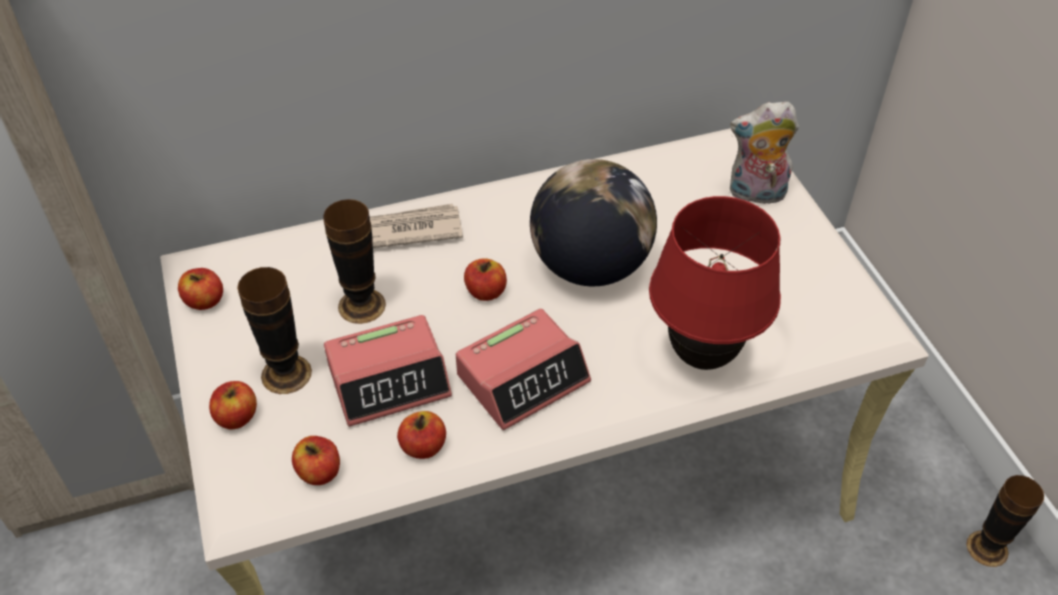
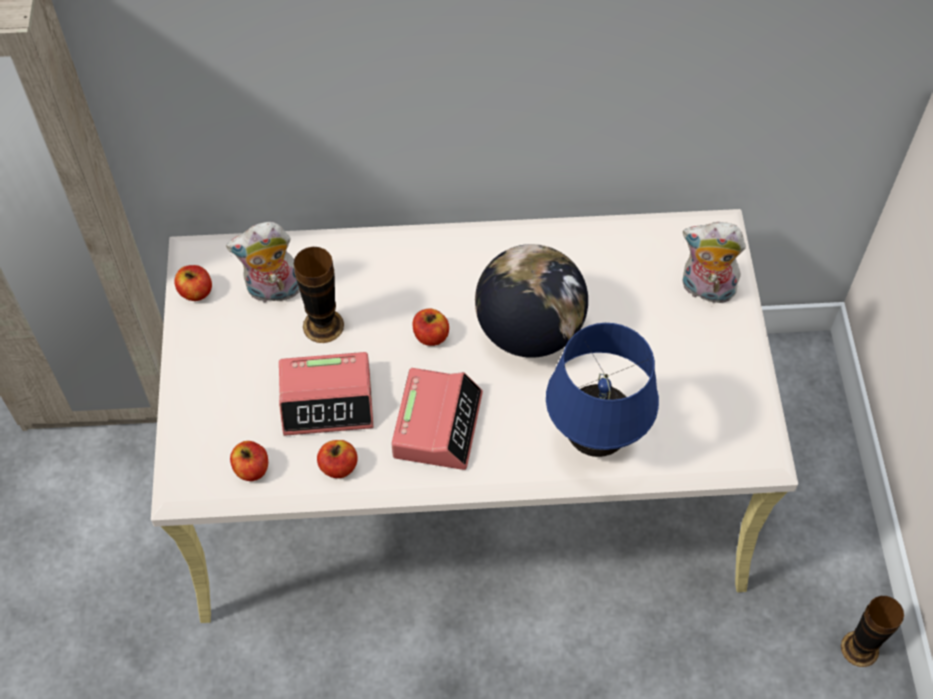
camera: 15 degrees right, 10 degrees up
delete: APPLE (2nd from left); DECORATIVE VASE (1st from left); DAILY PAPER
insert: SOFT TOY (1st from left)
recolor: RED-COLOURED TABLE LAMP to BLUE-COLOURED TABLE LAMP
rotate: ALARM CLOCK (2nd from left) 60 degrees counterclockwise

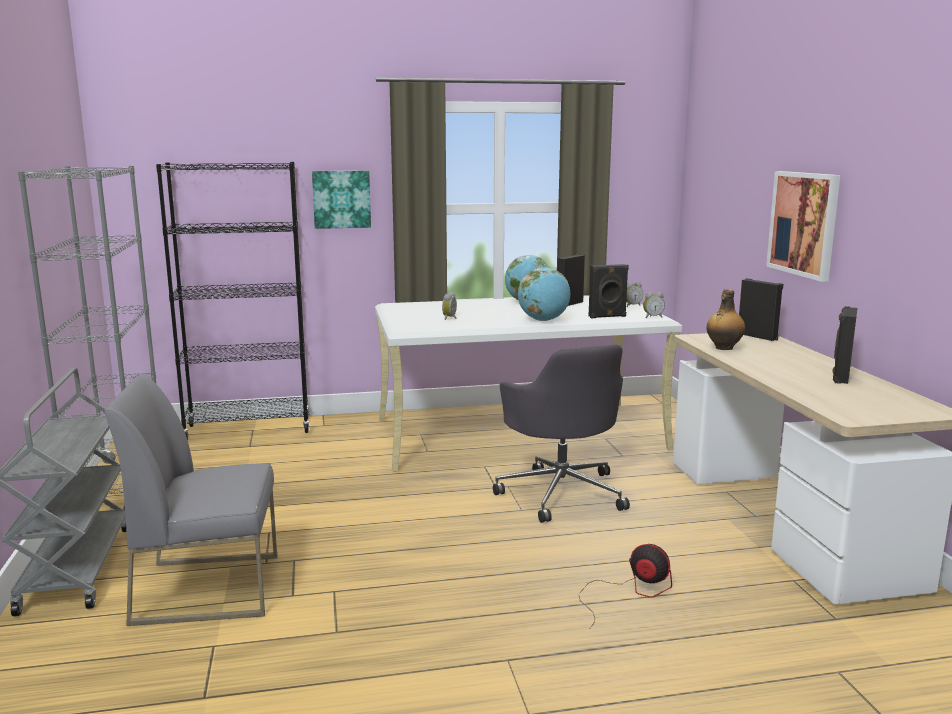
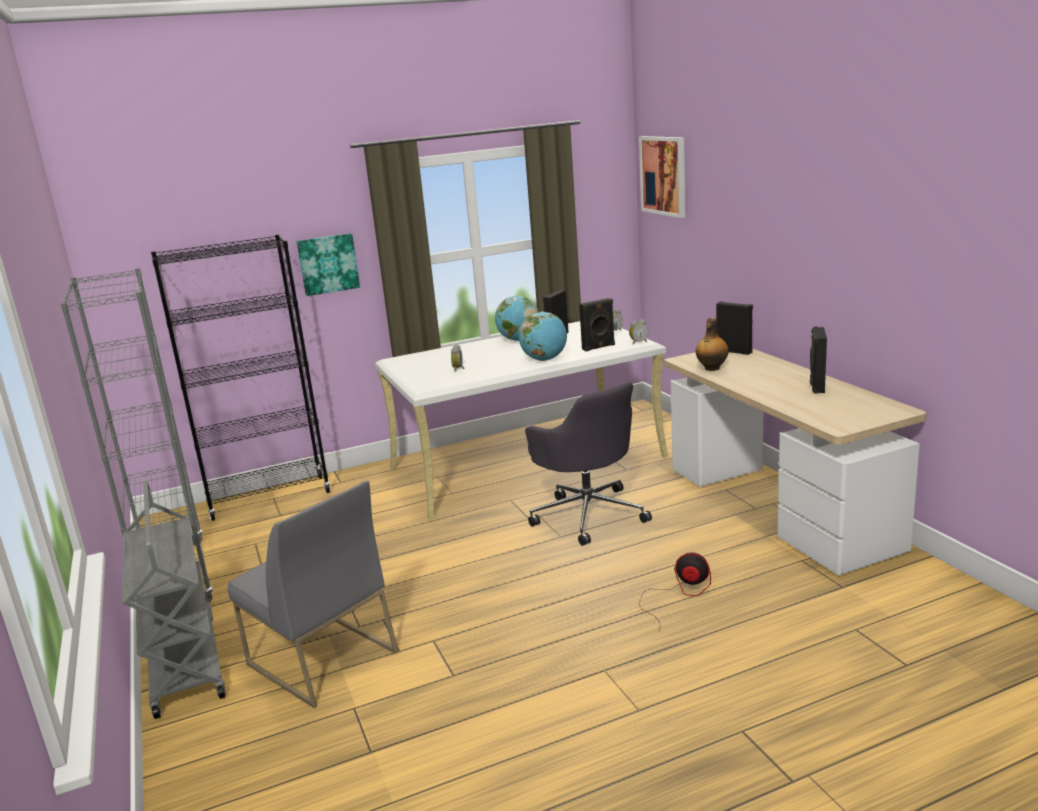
camera: 10 degrees left, 5 degrees up
move: PICTURE (2nd from left)
rotate: GREY UPRIGHT CHAIR 120 degrees counterclockwise

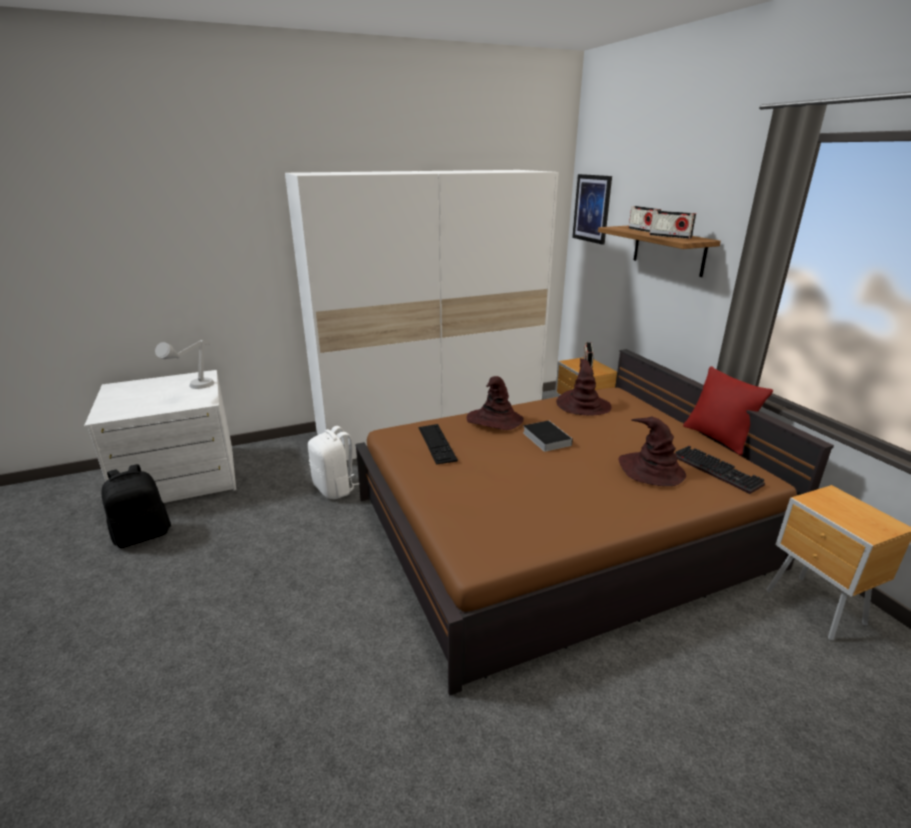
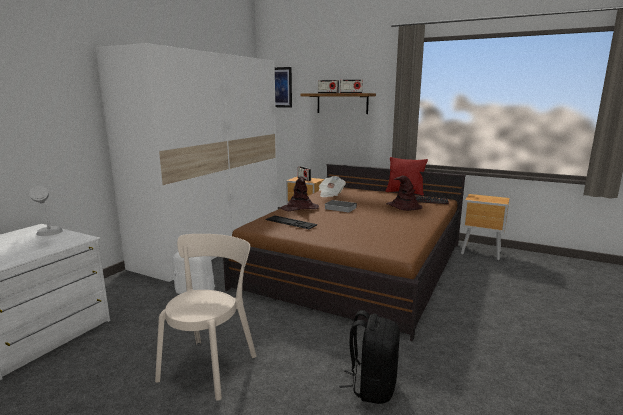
camera: 40 degrees left, 10 degrees down
insert: SAND-COLOURED UPRIGHT CHAIR
move: BLACK BACKPACK
replace: BROWN-COLOURED CLOTHING HAT (2nd from left) to DAILY PAPER

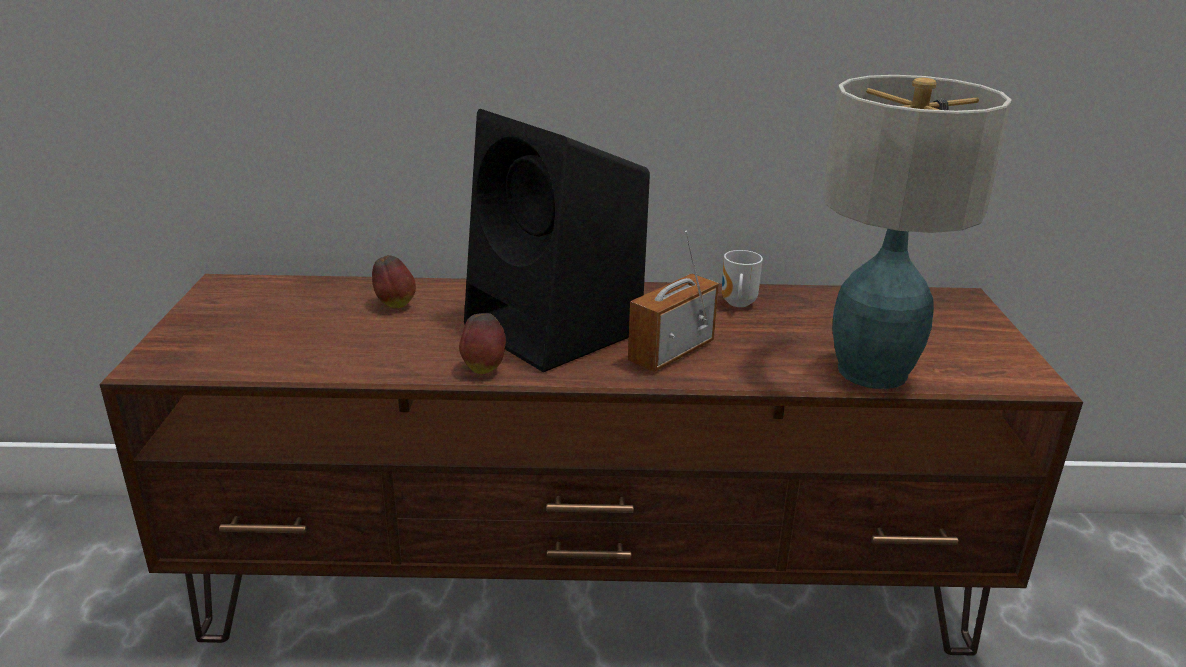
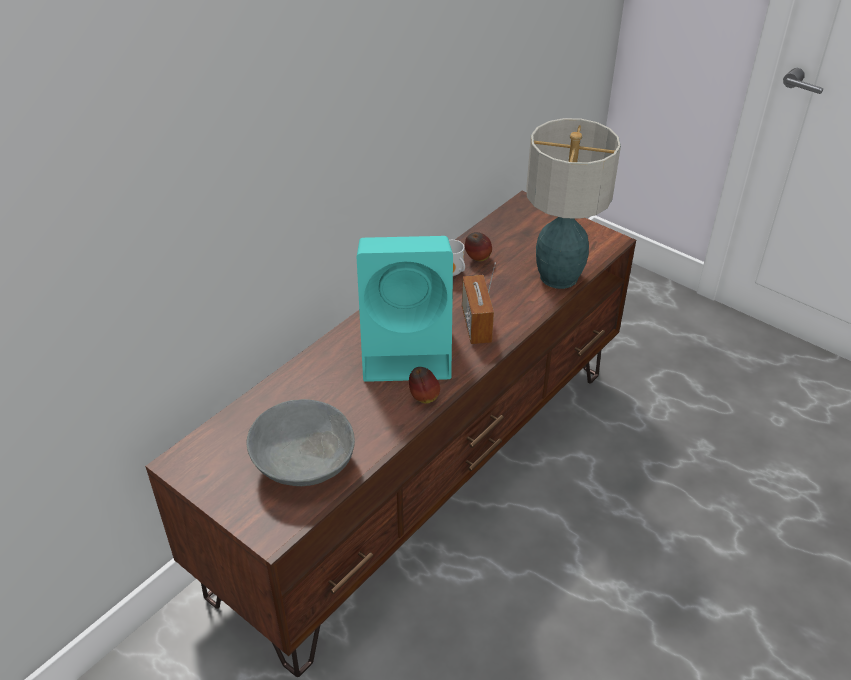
camera: 50 degrees left, 15 degrees up
insert: GREY BOWL
move: APPLE (1st from left in the first image) to APPLE (2nd from left)
recolor: BLACK AUDIO SPEAKER to TURQUOISE-COLOURED AUDIO SPEAKER

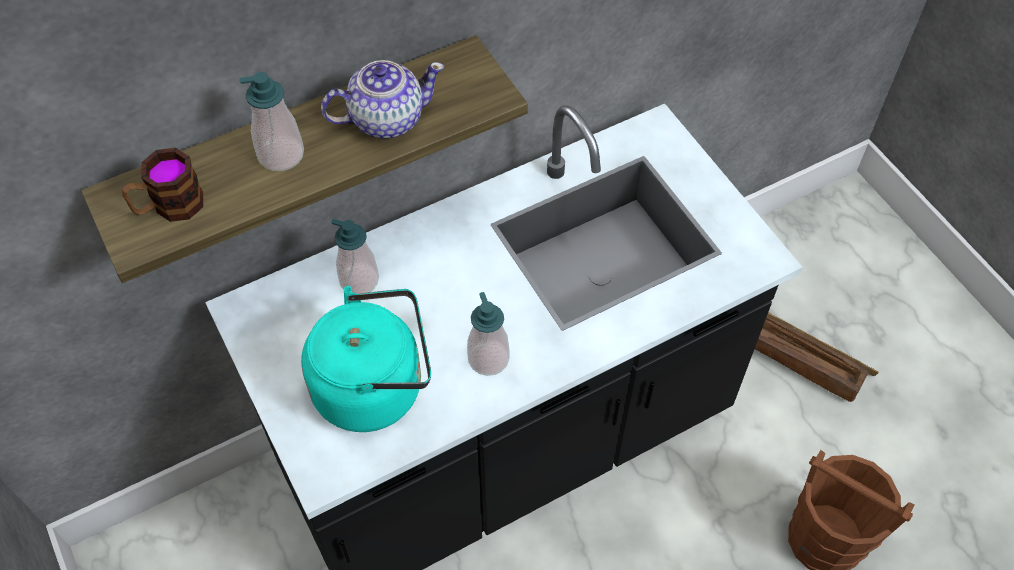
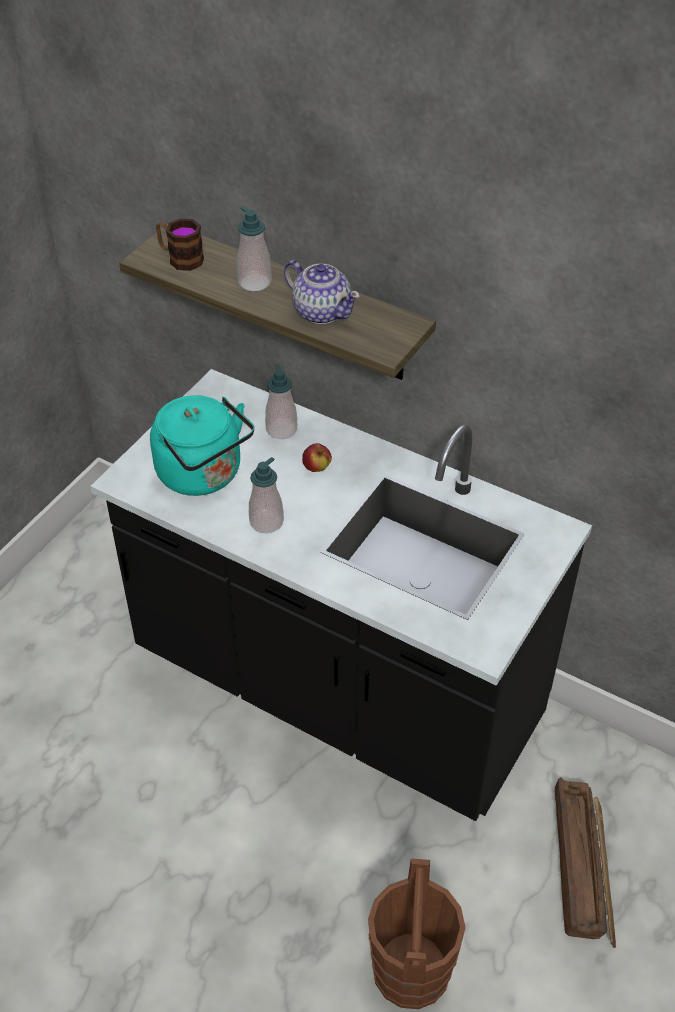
camera: 60 degrees right, 10 degrees down
insert: APPLE

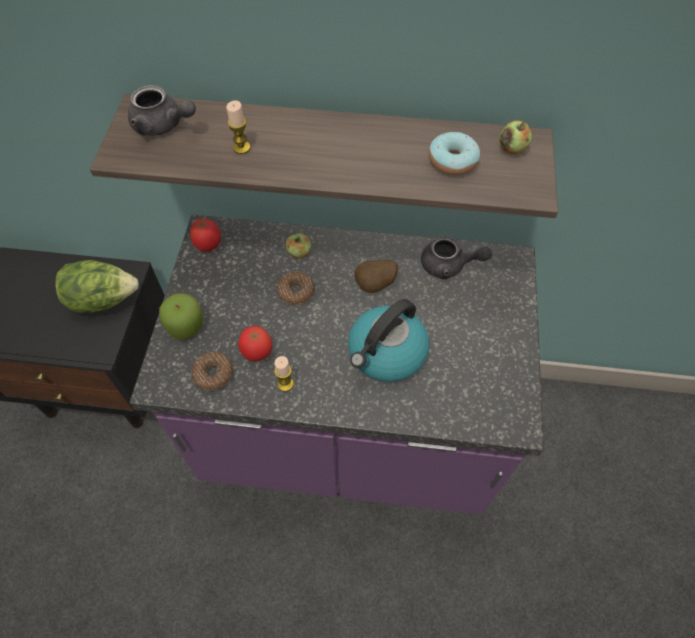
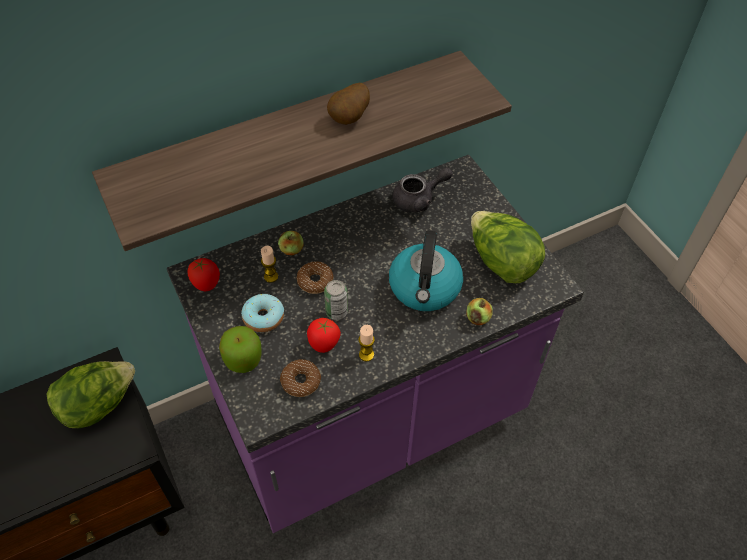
camera: 35 degrees left, 5 degrees down
delete: GREY TEA POT (1st from left)
insert: CAN; LETTUCE (2nd from left)
move: CANDLE (1st from left); SPUD; DONUT (3rd from left in the first image) to DONUT (1st from left); APPLE (3rd from left)

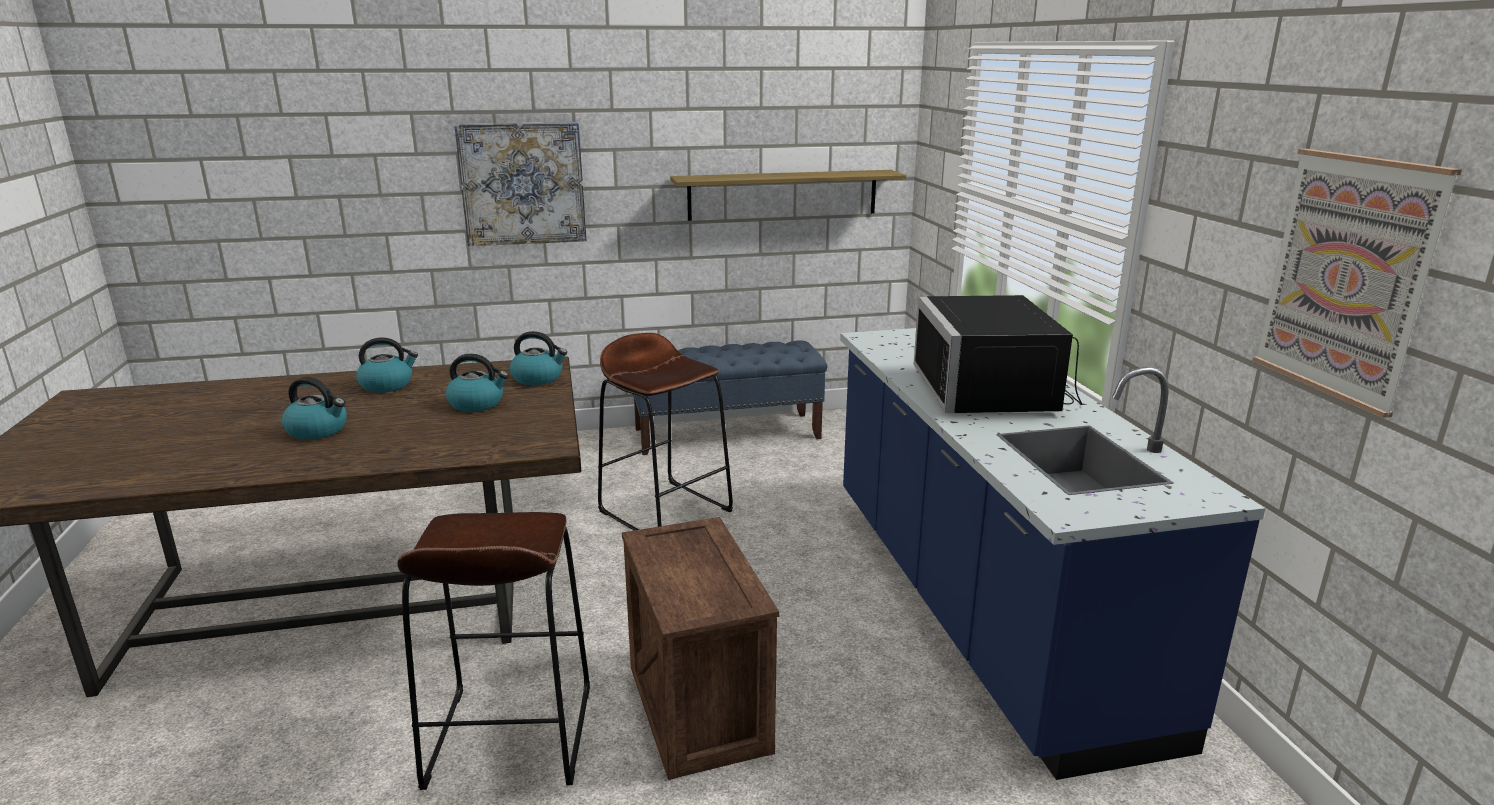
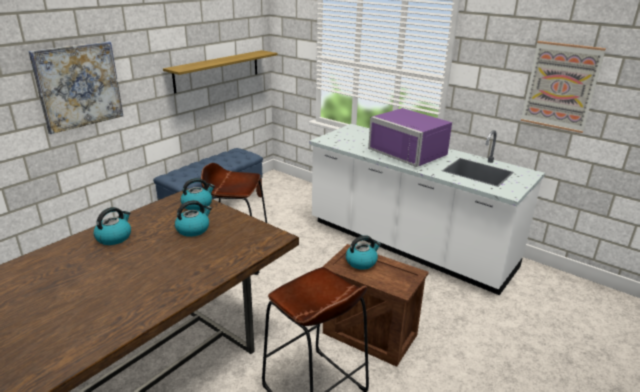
camera: 40 degrees left, 5 degrees up
move: WATER KETTLE (1st from left in the first image) to WATER KETTLE (4th from left)
recolor: BLUE-COLOURED KITCHEN BASE UNIT to WHITE-COLOURED KITCHEN BASE UNIT; BLACK KITCHEN MICROWAVE to PURPLISH KITCHEN MICROWAVE

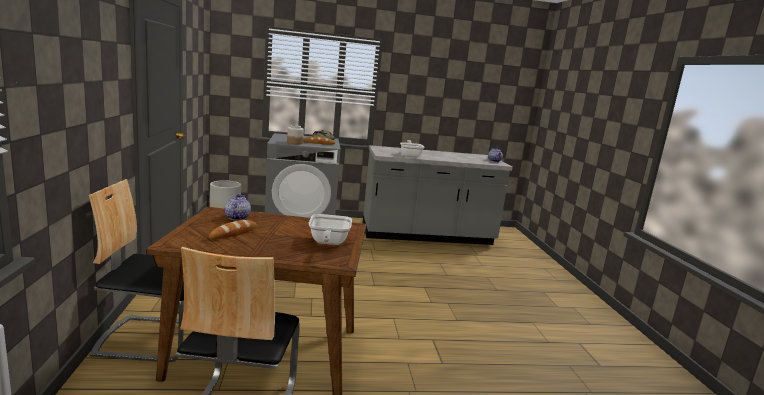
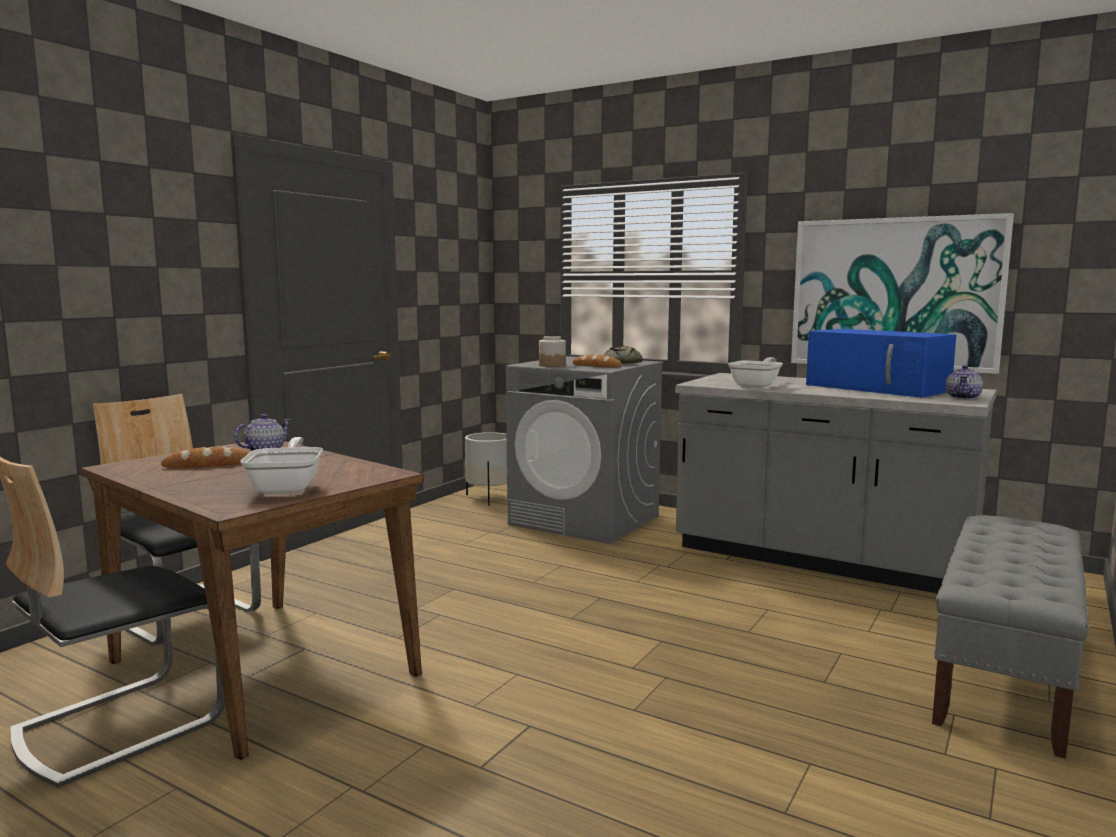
camera: 40 degrees right, 5 degrees down
insert: PICTURE; BLUE-COLOURED KITCHEN MICROWAVE; GREY INDOOR BENCH
rotate: FRYING PAN (1st from left) 135 degrees clockwise

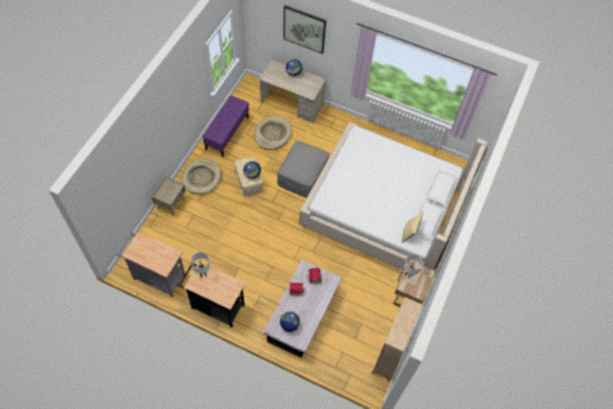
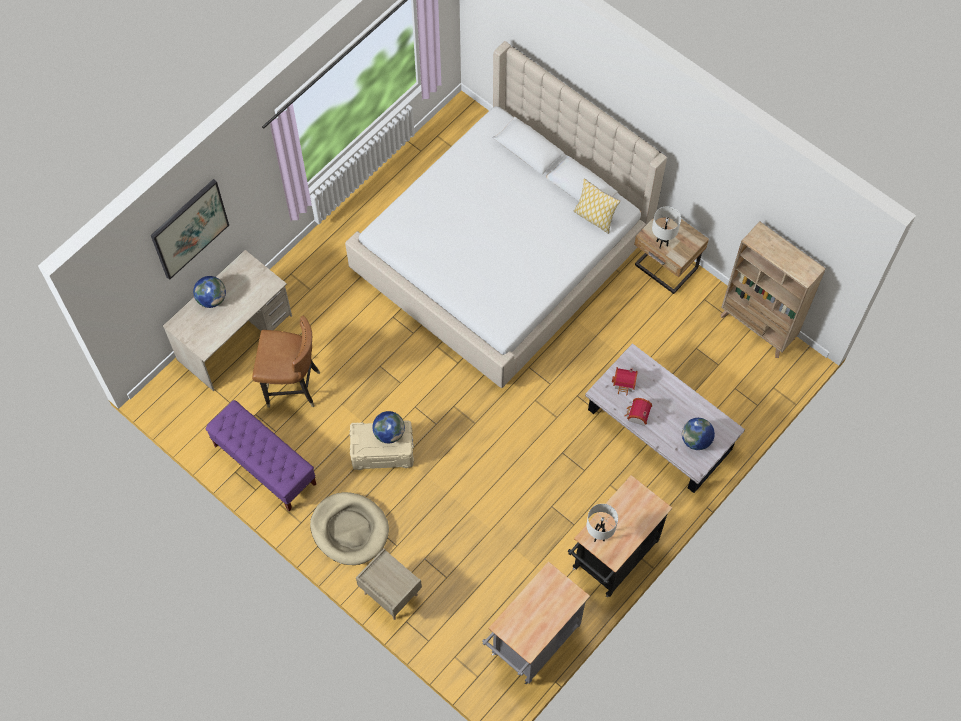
camera: 70 degrees left, 5 degrees up
delete: GREY FOOTREST
replace: SAND-COLOURED PET BED (2nd from left) to BROWN-COLOURED UPRIGHT CHAIR

